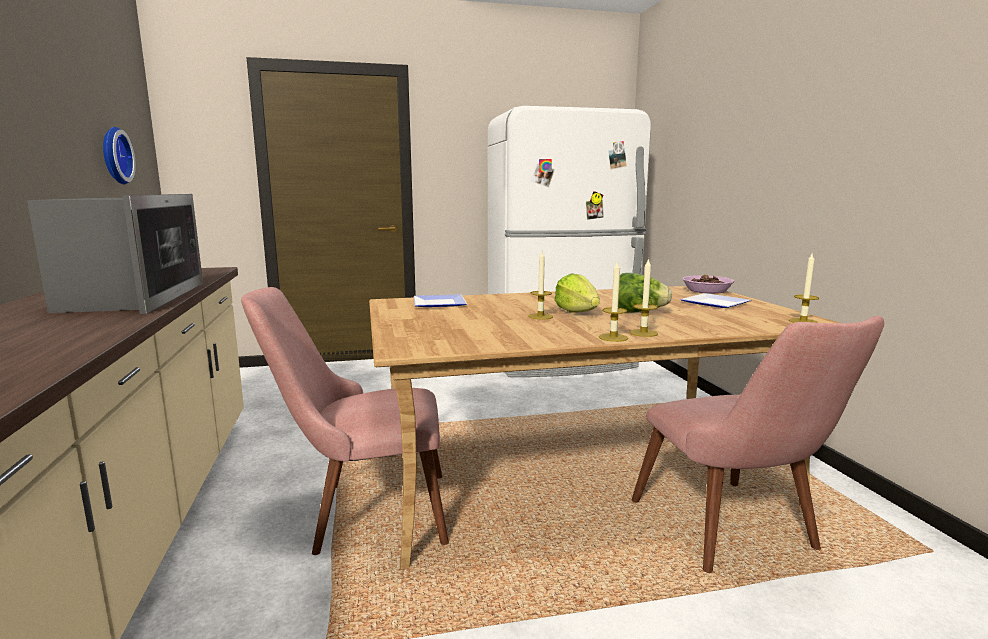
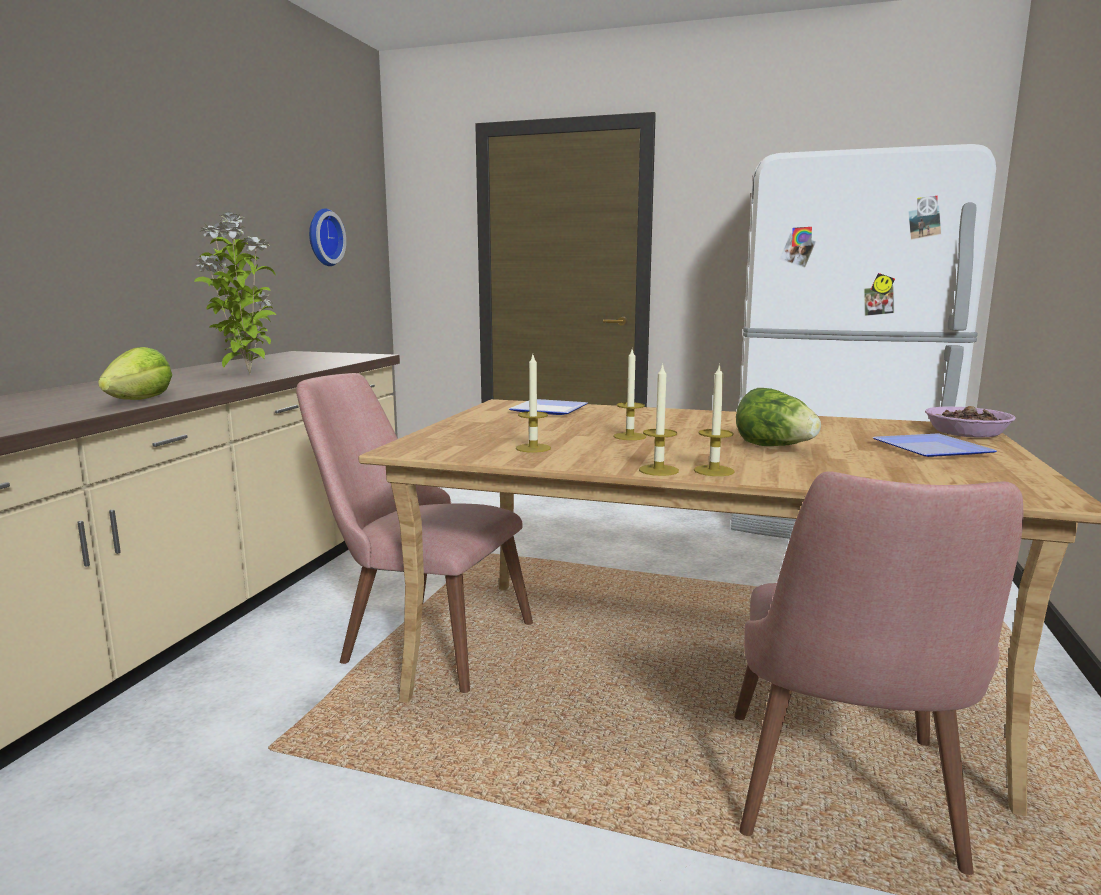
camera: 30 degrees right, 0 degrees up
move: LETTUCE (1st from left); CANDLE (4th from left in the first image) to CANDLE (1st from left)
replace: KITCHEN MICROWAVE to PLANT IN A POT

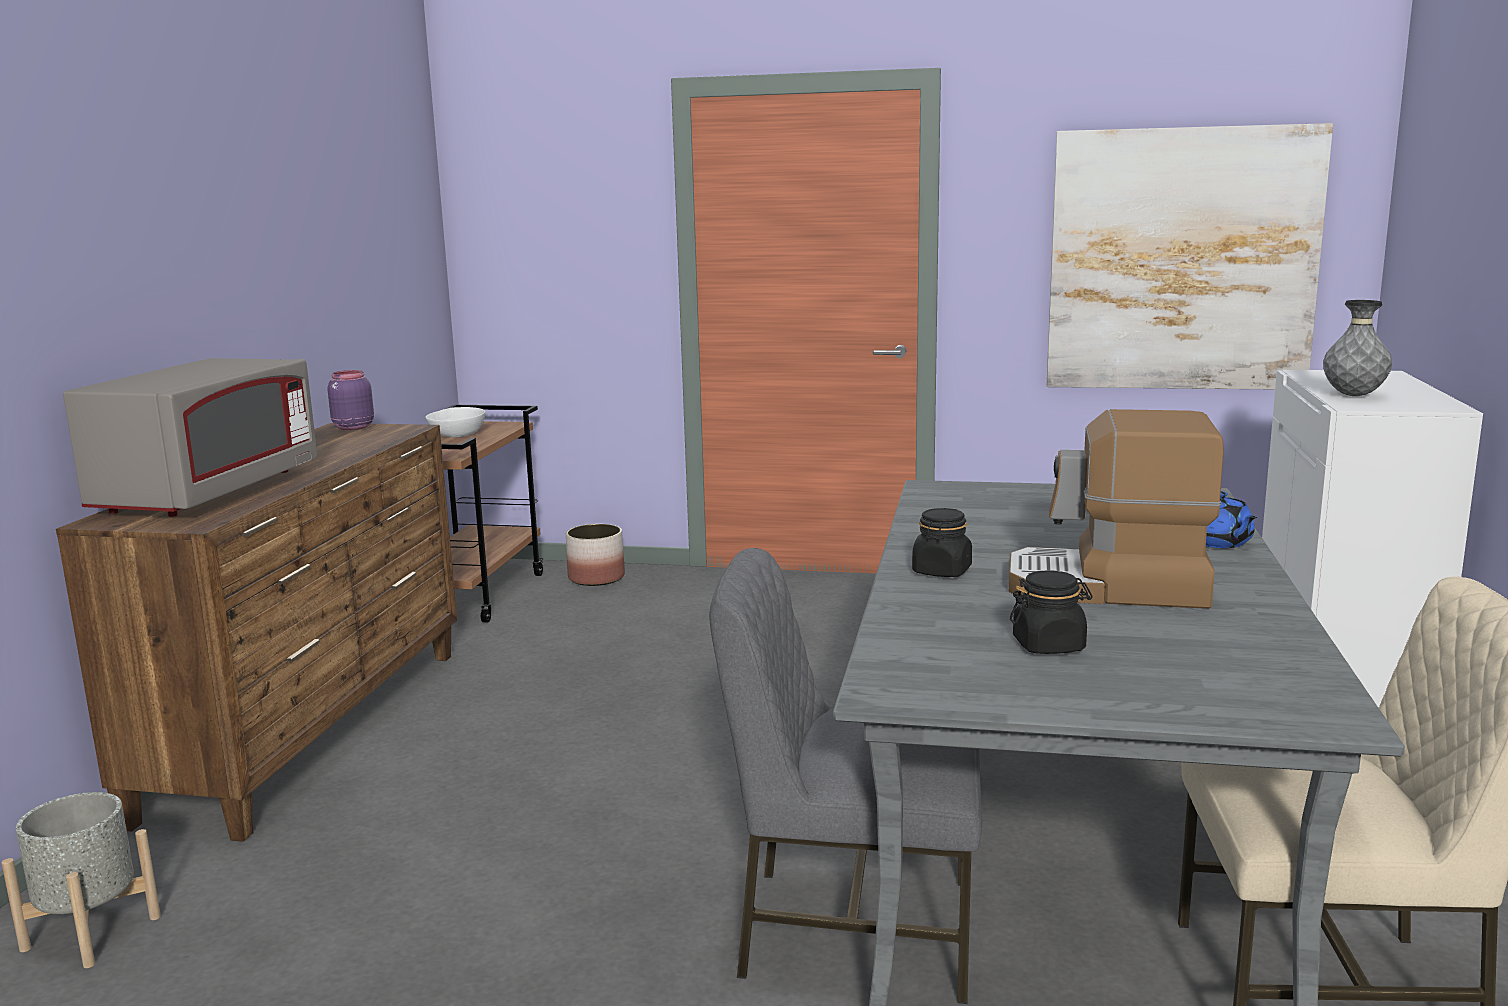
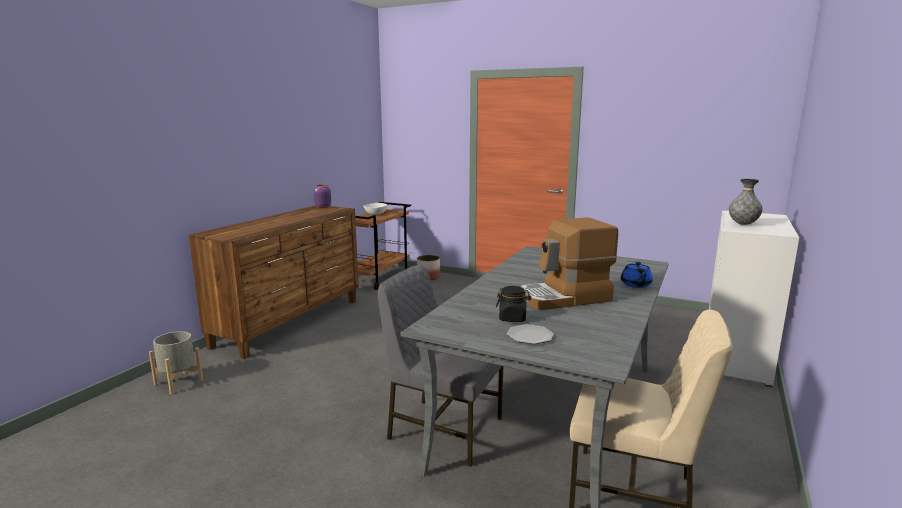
camera: 15 degrees right, 0 degrees up
delete: GREY KITCHEN MICROWAVE; BLACK PRESERVE JAR (1st from left); PICTURE
insert: DINNER PLATE
rotate: COFFEE BREWER 45 degrees counterclockwise

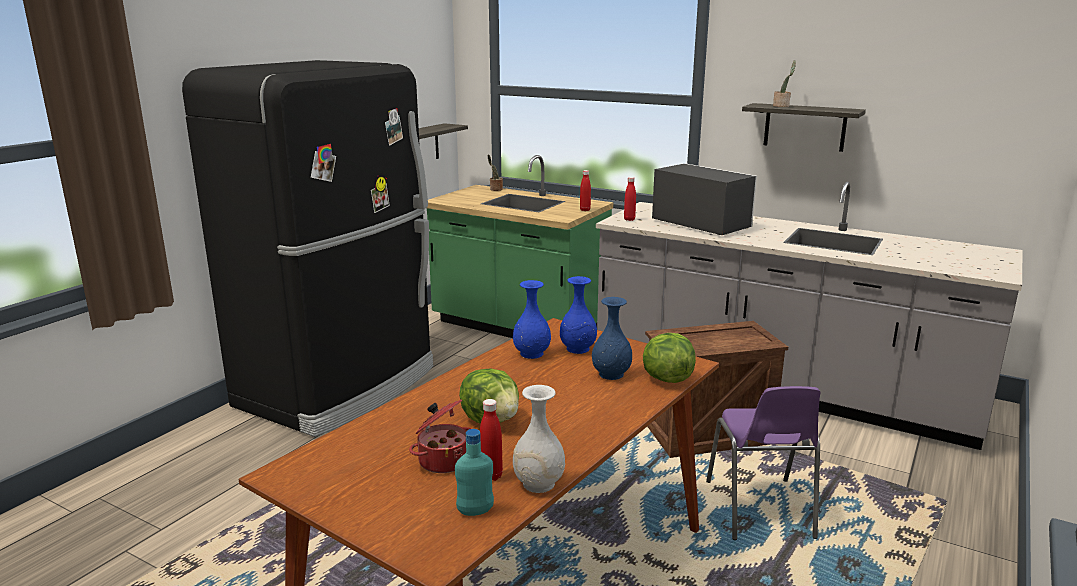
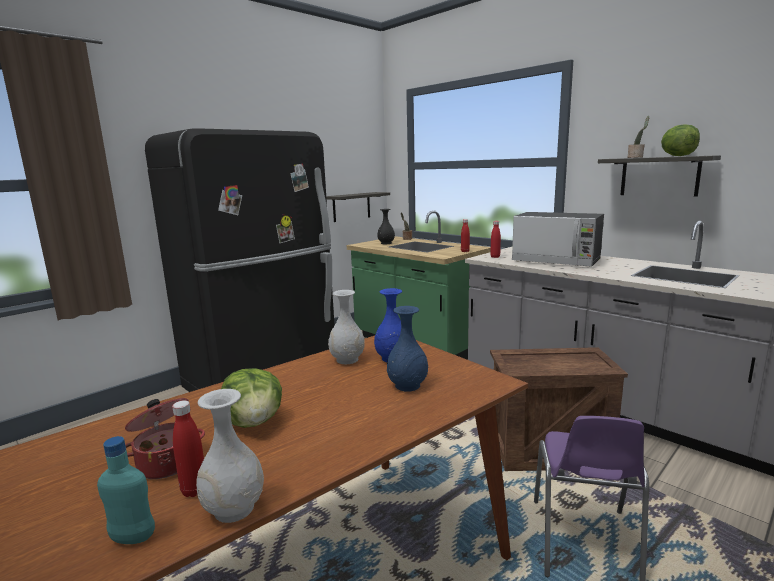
camera: 15 degrees right, 5 degrees down
insert: BLACK DECORATIVE VASE
move: LETTUCE (2nd from left)
recolor: BLUE-COLOURED DECORATIVE VASE (1st from left) to WHITE-COLOURED DECORATIVE VASE (2nd from left)
rotate: KITCHEN MICROWAVE 150 degrees clockwise

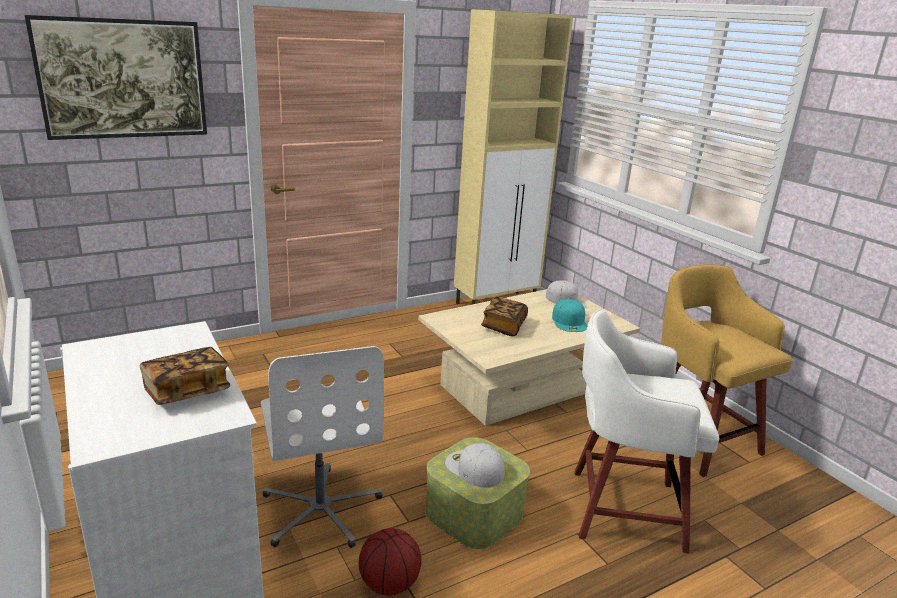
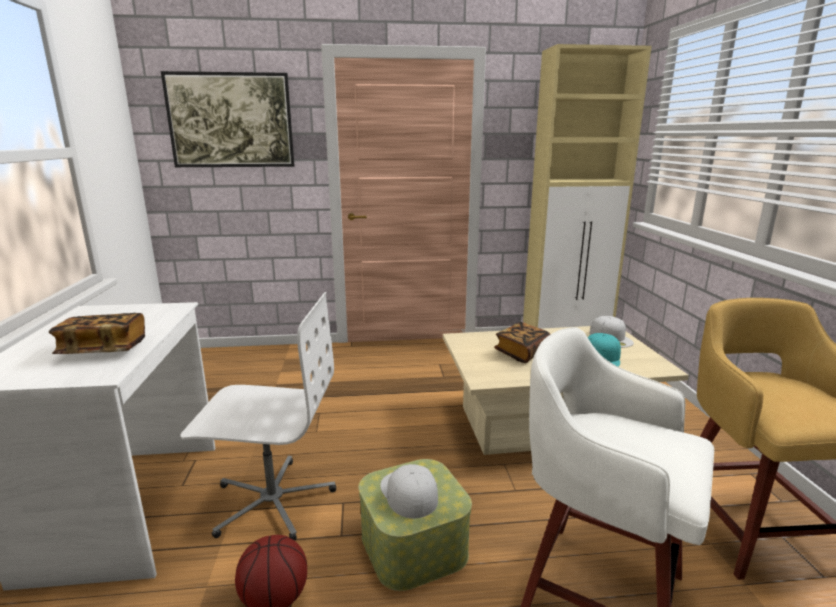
camera: 25 degrees right, 5 degrees down
rotate: WHITE-COLOURED DESK CHAIR 90 degrees counterclockwise

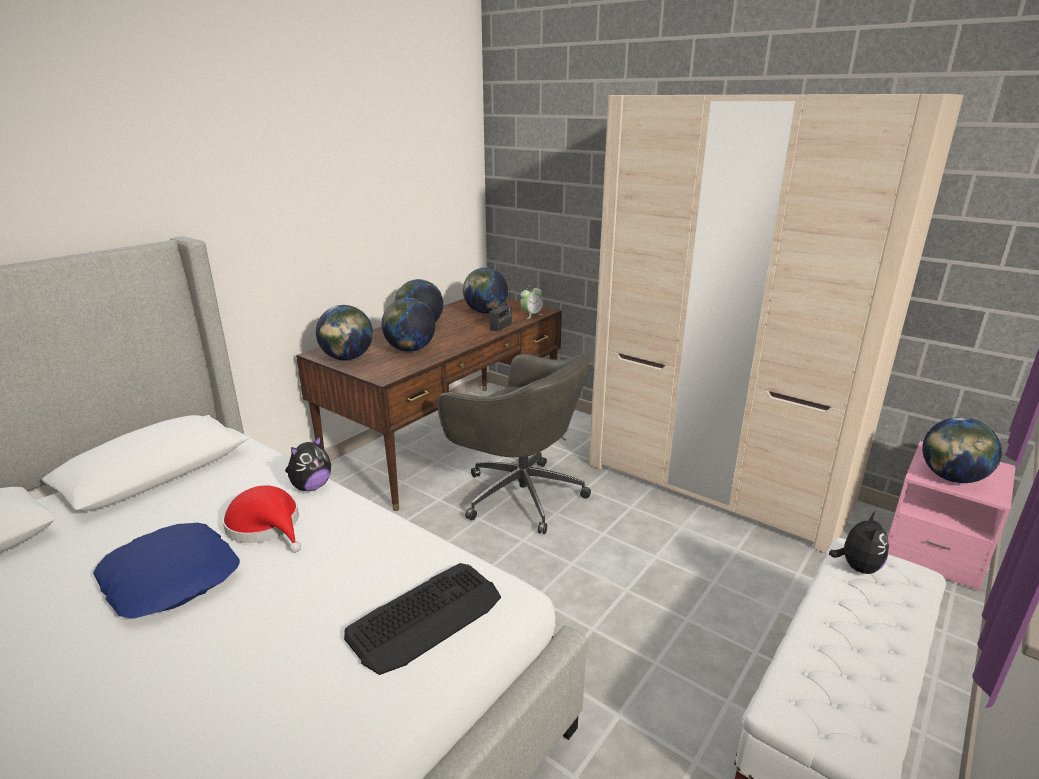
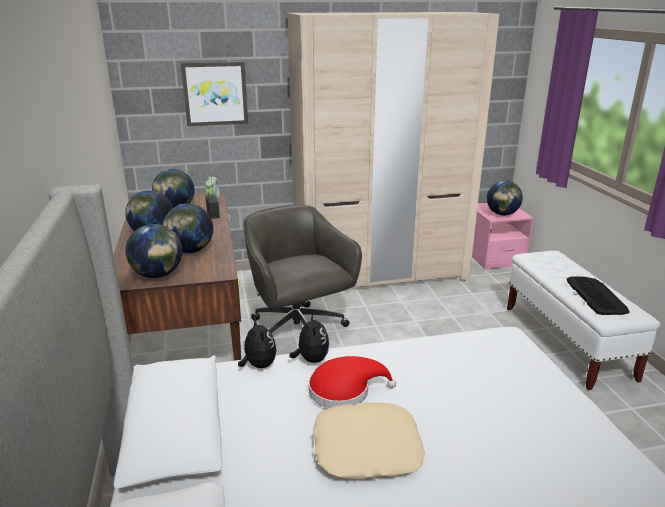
camera: 50 degrees left, 0 degrees up
insert: PICTURE
move: COMPUTER KEYBOARD; SOFT TOY (2nd from left in the first image) to SOFT TOY (1st from left)
recolor: BLUE-COLOURED CUSHION to SAND-COLOURED CUSHION
rotate: GREY DESK CHAIR 105 degrees counterclockwise

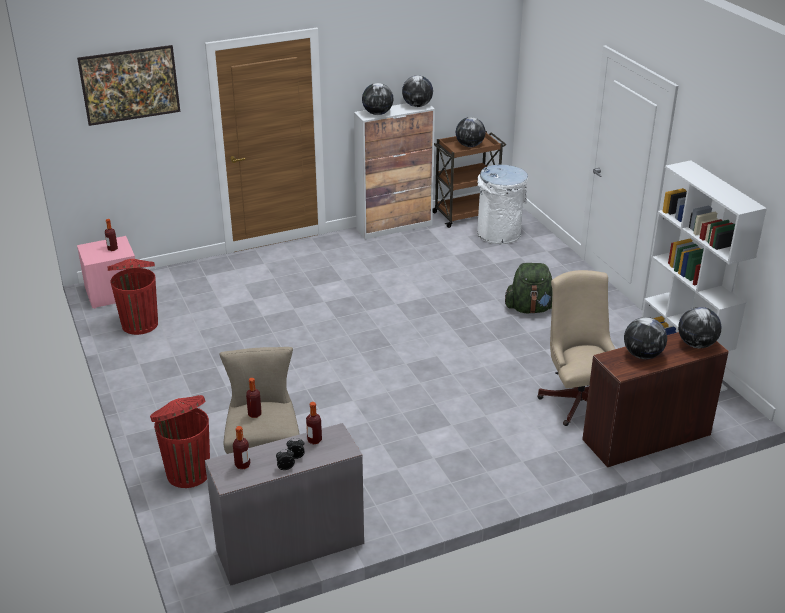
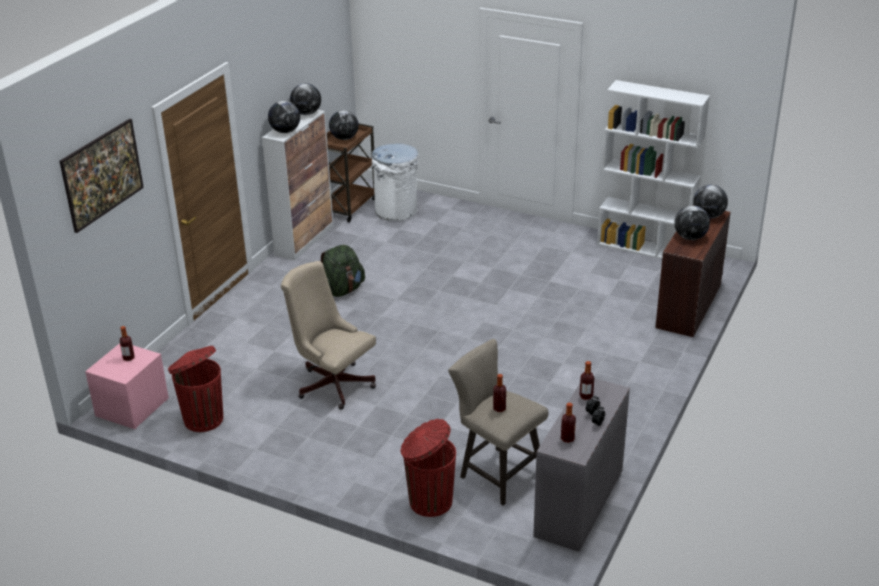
camera: 40 degrees left, 0 degrees up
move: GREEN BACKPACK; SAND-COLOURED DESK CHAIR

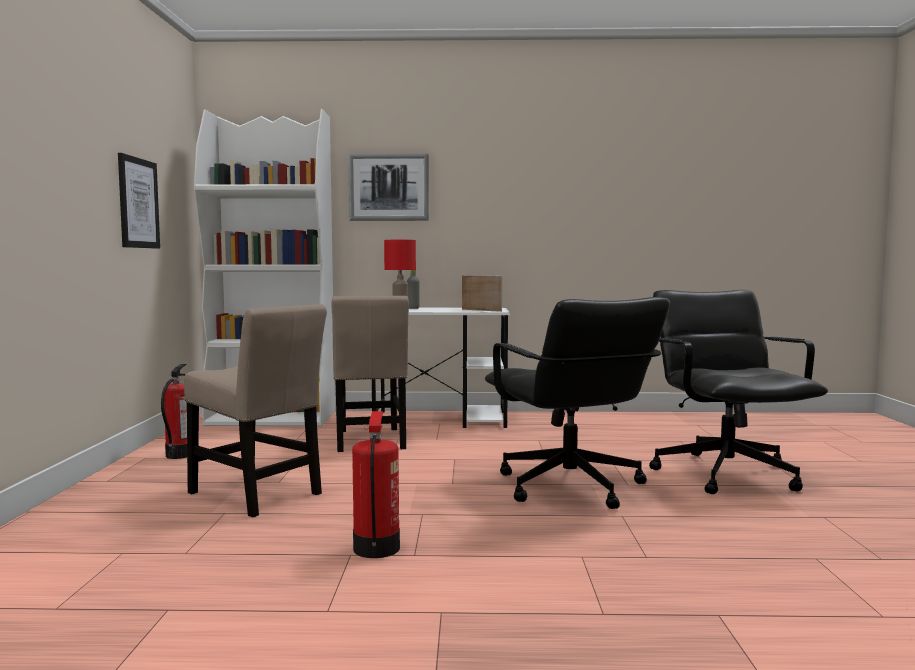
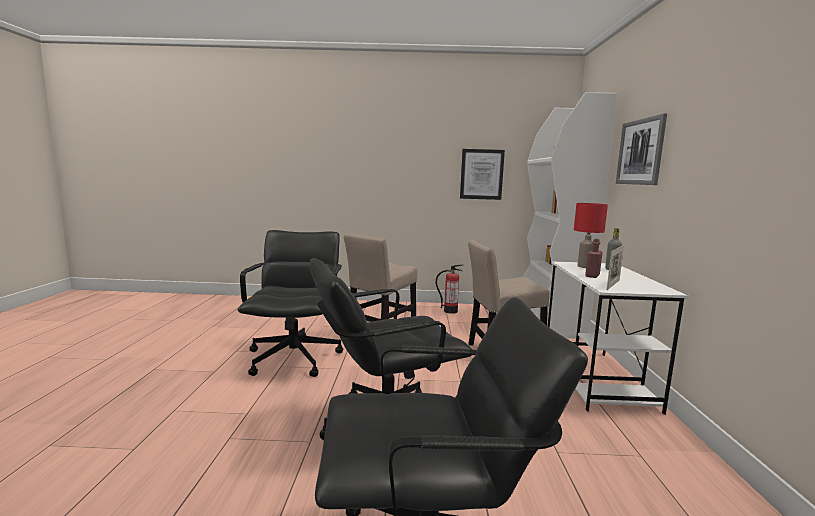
camera: 90 degrees right, 5 degrees up
insert: RED-COLOURED DRINK BOTTLE
replace: FIRE EXTINGUISHER (2nd from left) to BLACK DESK CHAIR (1st from left)

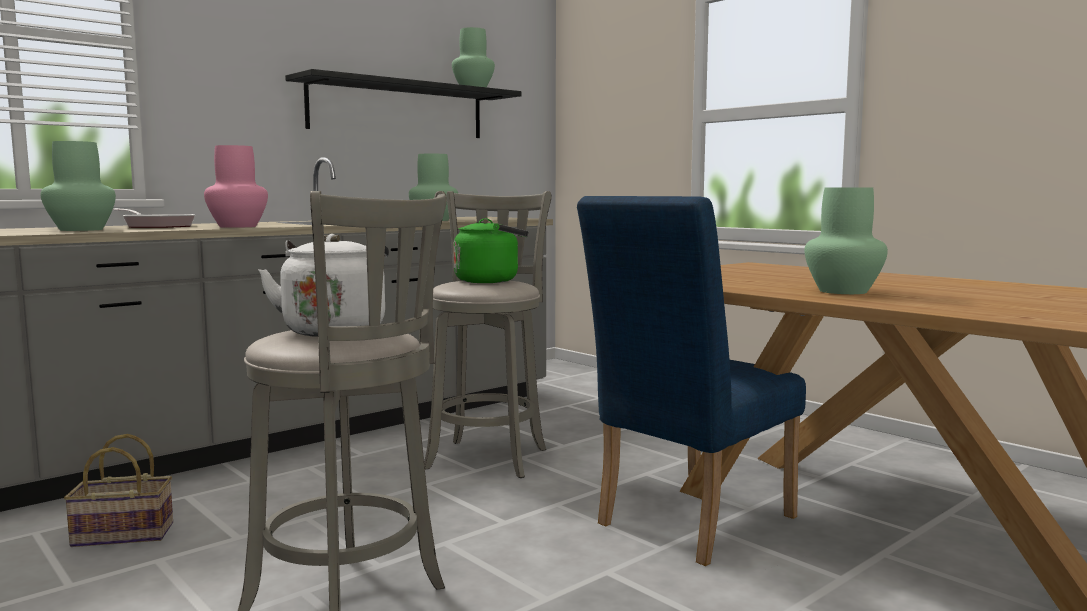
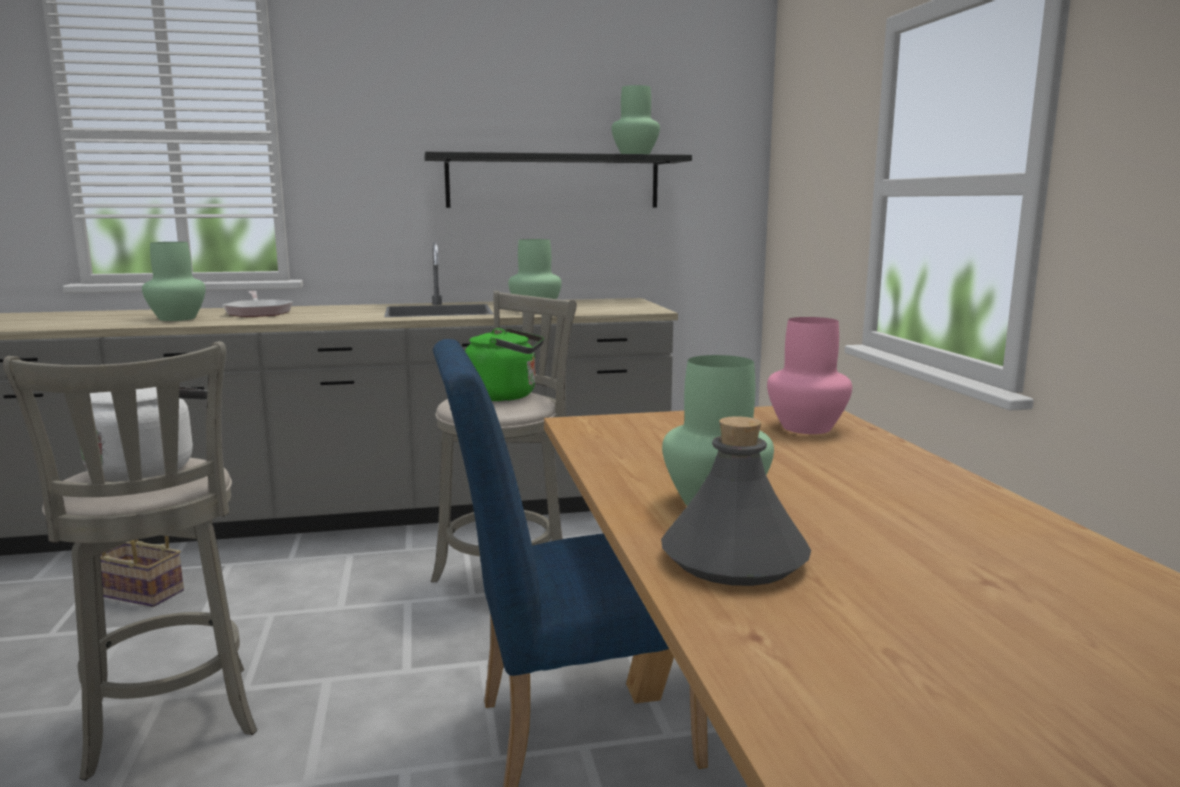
camera: 30 degrees right, 5 degrees up
insert: GREY DRINK BOTTLE
move: PINK-COLOURED DECORATIVE VASE

